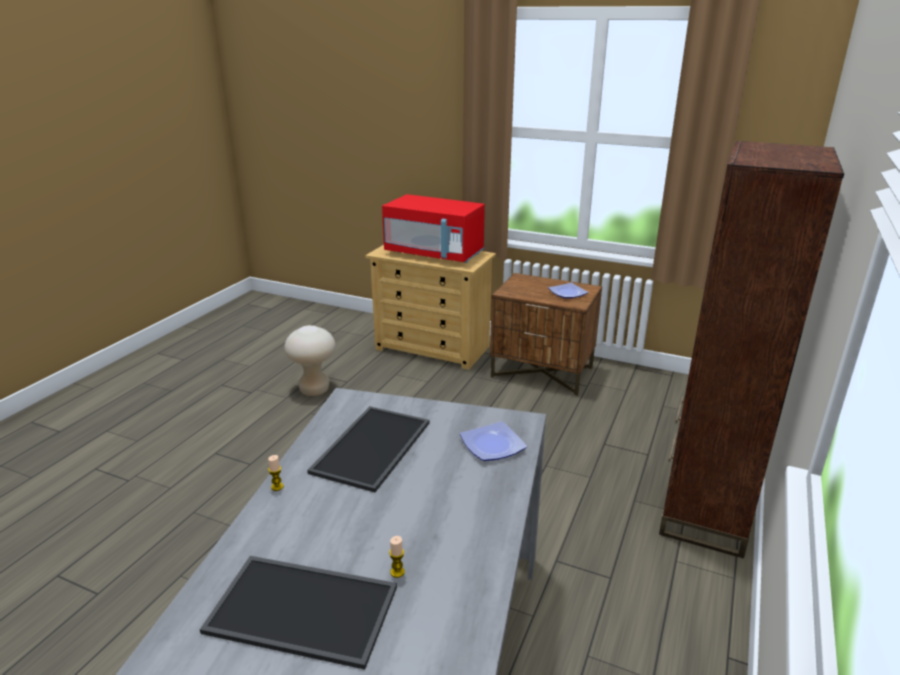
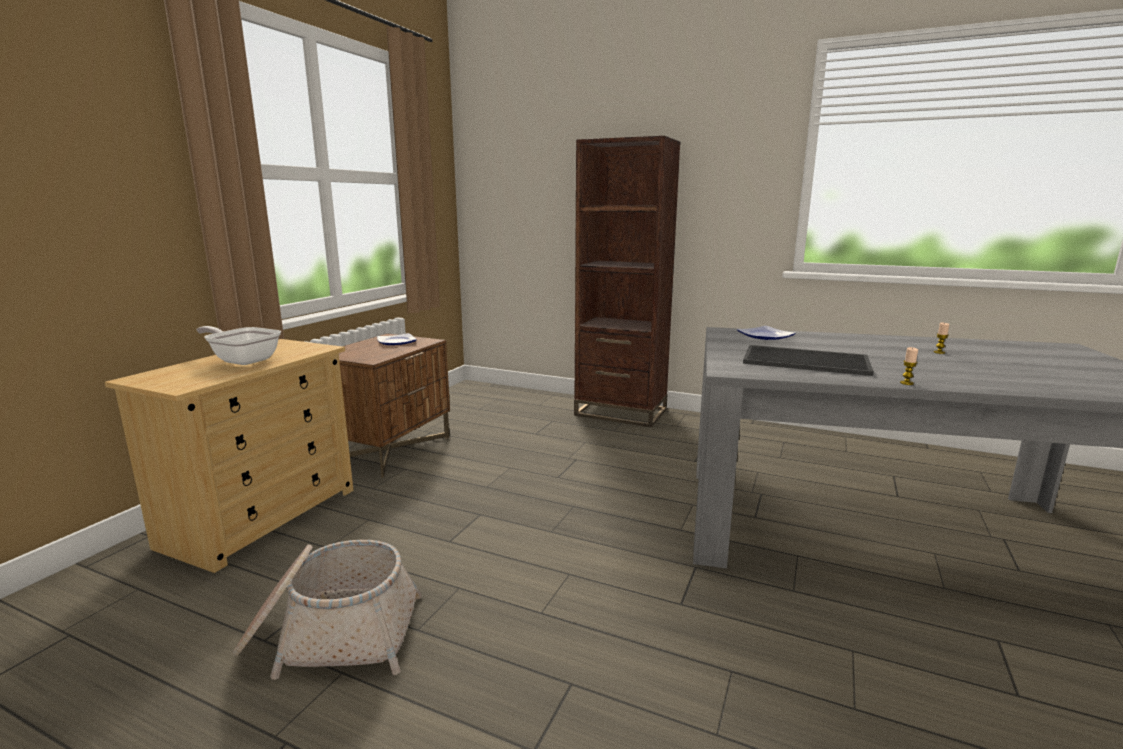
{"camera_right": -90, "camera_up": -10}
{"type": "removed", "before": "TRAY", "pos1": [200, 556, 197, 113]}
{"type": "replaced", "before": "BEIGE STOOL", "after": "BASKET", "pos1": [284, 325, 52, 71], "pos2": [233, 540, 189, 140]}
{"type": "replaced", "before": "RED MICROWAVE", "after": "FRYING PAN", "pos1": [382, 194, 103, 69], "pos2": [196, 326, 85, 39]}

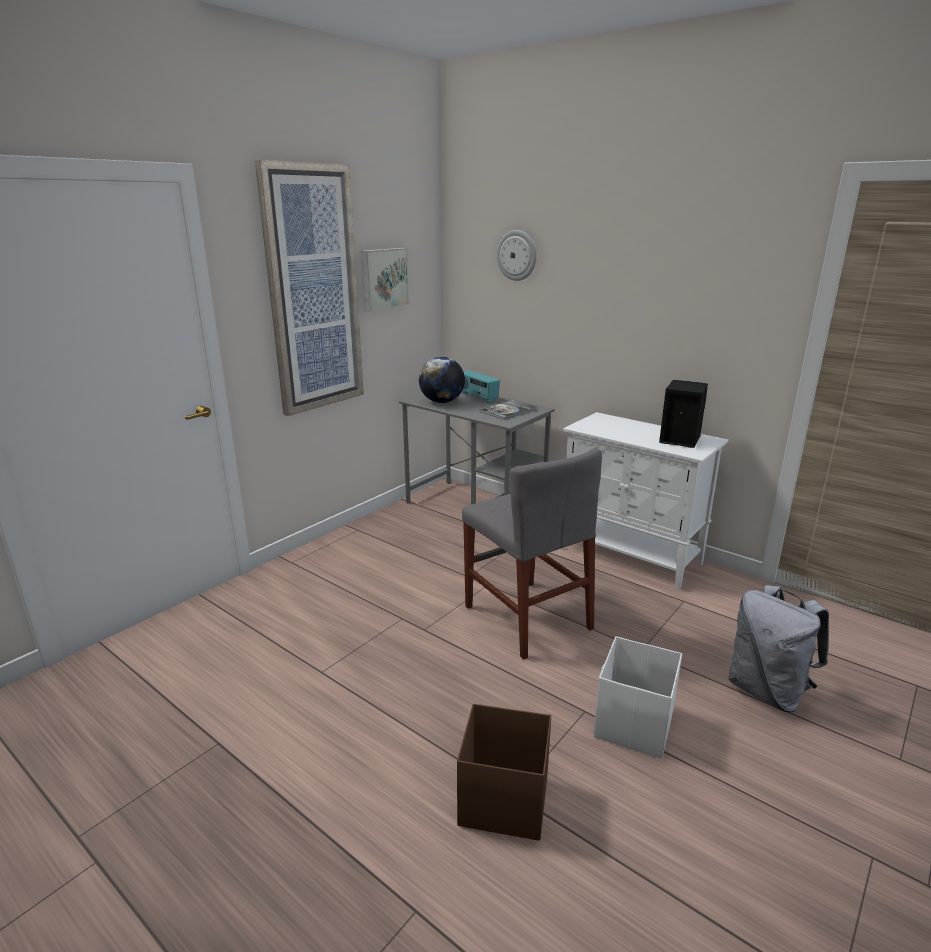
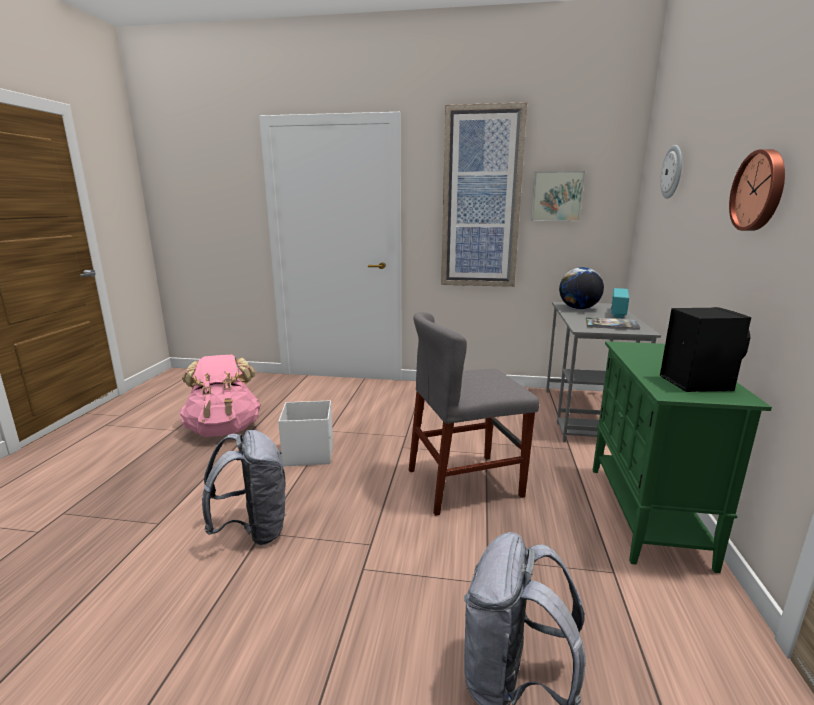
{"camera_right": 60, "camera_up": -5}
{"type": "added", "after": "PINK BACKPACK", "pos2": [179, 355, 82, 82]}
{"type": "added", "after": "WALL CLOCK", "pos2": [729, 149, 56, 82]}
{"type": "moved", "before": "WHITE STORAGE BOX", "pos1": [593, 636, 89, 123], "pos2": [278, 400, 55, 66]}
{"type": "replaced", "before": "BROWN STORAGE BOX", "after": "GREY BACKPACK", "pos1": [457, 704, 94, 137], "pos2": [202, 430, 85, 115]}
{"type": "recoloured", "before": "WHITE CABINET", "after": "GREEN CABINET", "pos1": [561, 412, 167, 178], "pos2": [593, 341, 179, 232]}
{"type": "turned", "before": "GREY CHAIR", "pos1": [462, 448, 140, 212], "pos2": [409, 312, 130, 204], "turn": 45}

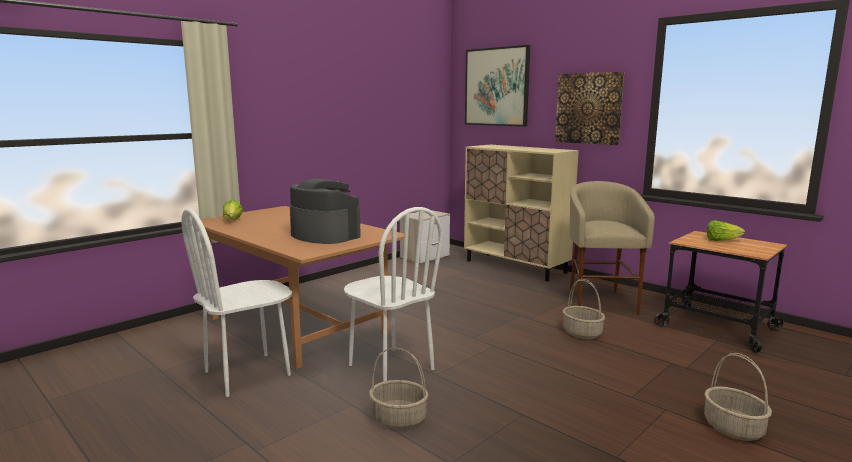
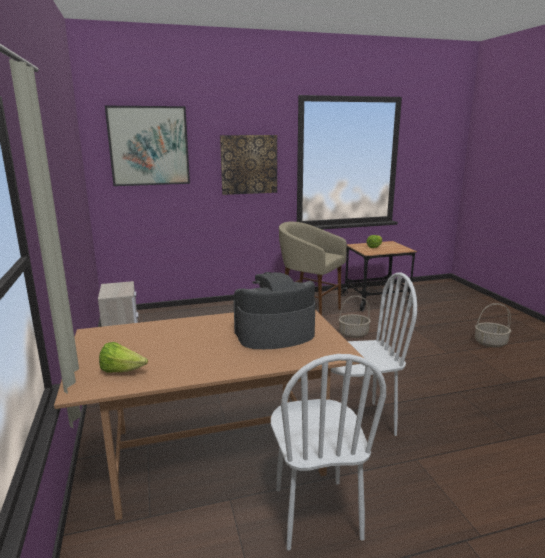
{"camera_right": -60, "camera_up": 5}
{"type": "removed", "before": "BASKET", "pos1": [369, 347, 59, 82]}
{"type": "removed", "before": "BEIGE CABINET", "pos1": [464, 145, 115, 136]}

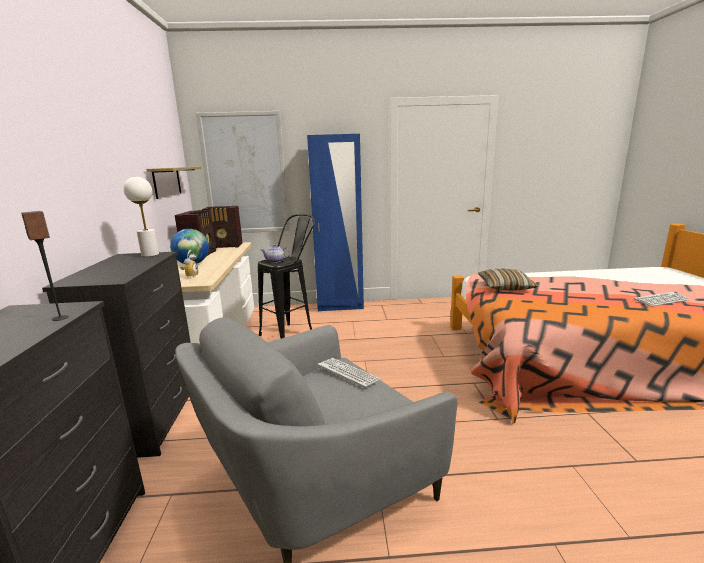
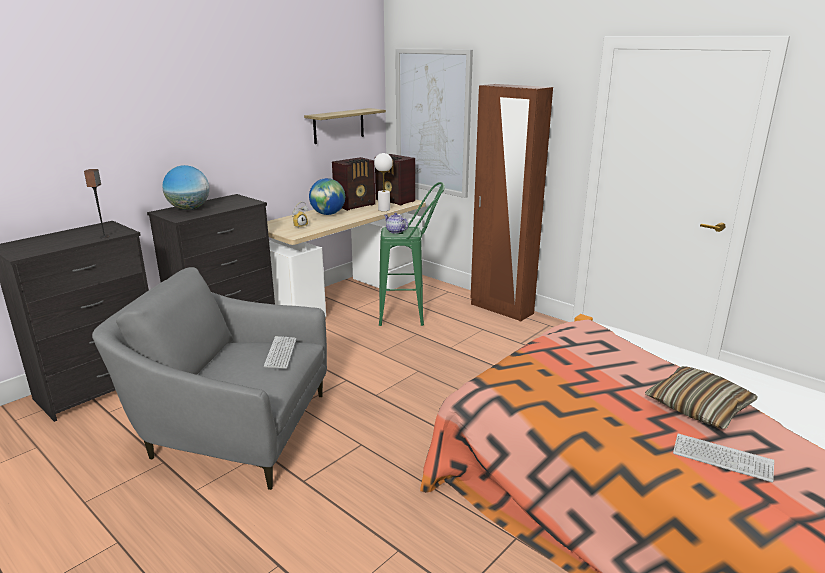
{"camera_right": 45, "camera_up": 5}
{"type": "added", "after": "GLOBE", "pos2": [162, 165, 47, 45]}
{"type": "moved", "before": "WHITE TABLE LAMP", "pos1": [123, 177, 36, 80], "pos2": [374, 153, 19, 58]}
{"type": "moved", "before": "PILLOW", "pos1": [478, 269, 60, 22], "pos2": [645, 366, 113, 63]}
{"type": "recoloured", "before": "BLACK STOOL", "after": "GREEN STOOL", "pos1": [258, 214, 58, 125], "pos2": [379, 182, 66, 144]}
{"type": "recoloured", "before": "BLUE WARDROBE", "after": "BROWN WARDROBE", "pos1": [307, 134, 57, 177], "pos2": [471, 84, 82, 238]}

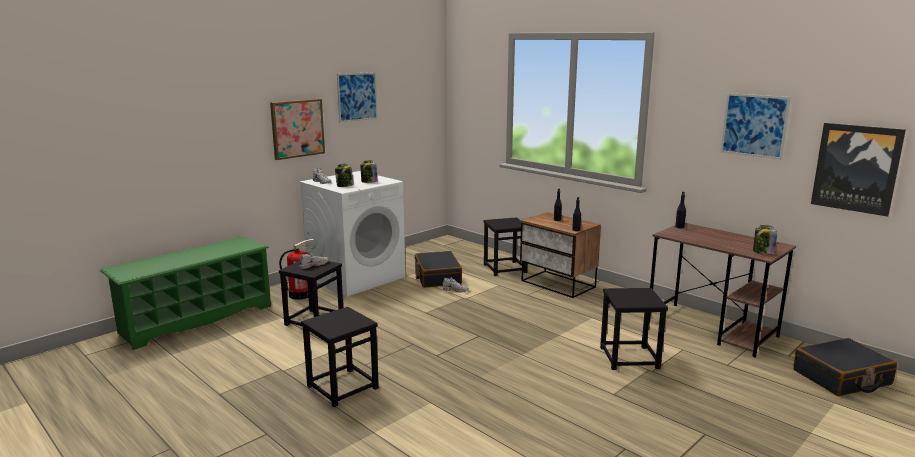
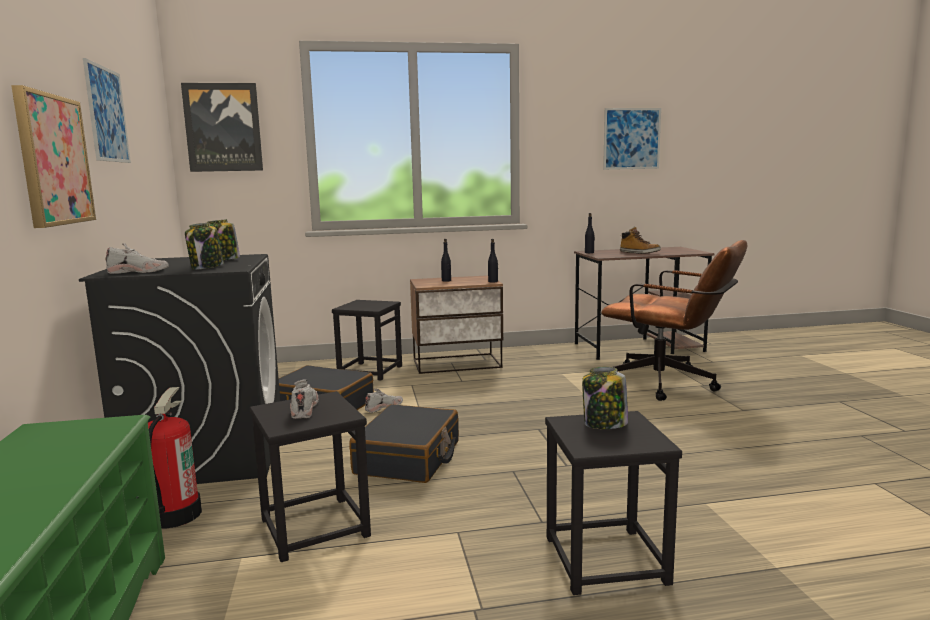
{"camera_right": -55, "camera_up": -5}
{"type": "added", "after": "BOOT", "pos2": [620, 227, 41, 27]}
{"type": "moved", "before": "JAR", "pos1": [753, 225, 24, 30], "pos2": [582, 367, 46, 62]}
{"type": "moved", "before": "BLACK SUITCASE", "pos1": [793, 338, 104, 58], "pos2": [349, 404, 110, 79]}
{"type": "moved", "before": "PICTURE", "pos1": [811, 123, 95, 94], "pos2": [181, 83, 82, 89]}
{"type": "replaced", "before": "BLACK STOOL", "after": "BROWN OFFICE CHAIR", "pos1": [600, 288, 68, 82], "pos2": [601, 240, 146, 161]}
{"type": "recoloured", "before": "WHITE WASHING MACHINE", "after": "BLACK WASHING MACHINE", "pos1": [299, 171, 106, 126], "pos2": [79, 254, 201, 230]}

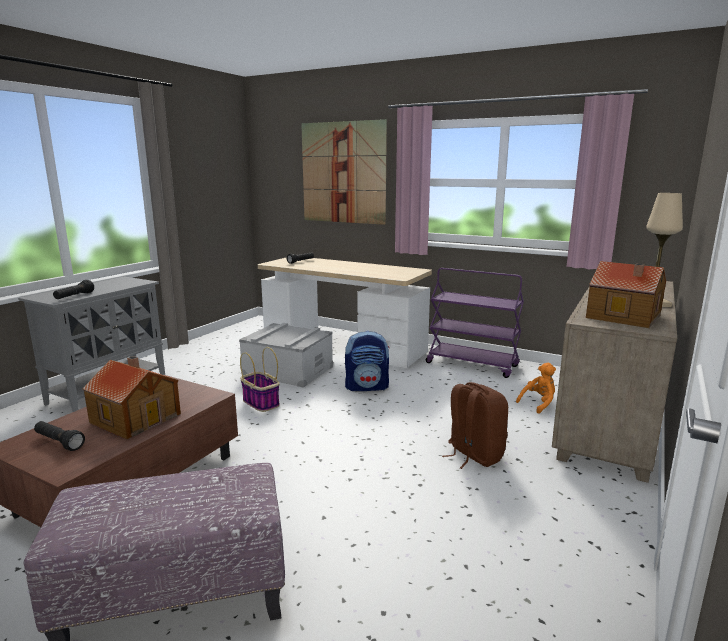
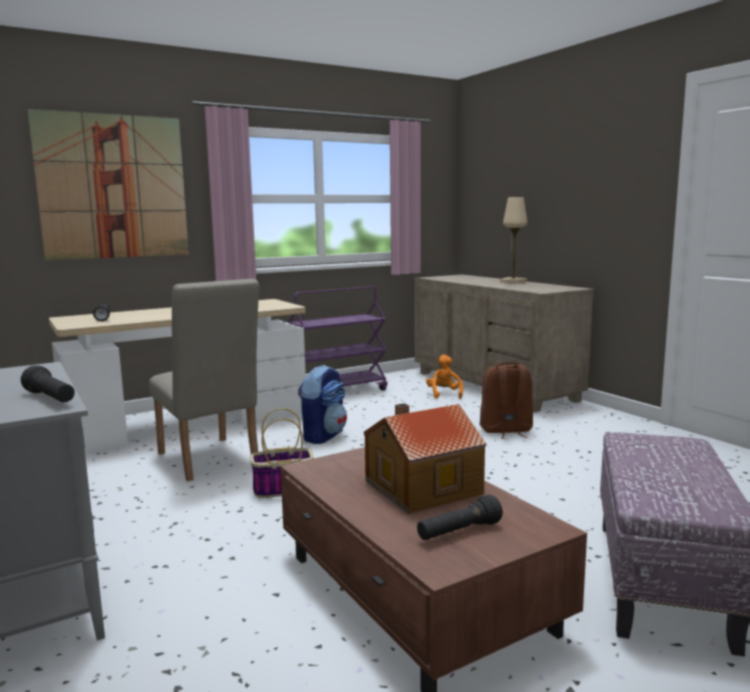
{"camera_right": -60, "camera_up": -5}
{"type": "removed", "before": "TOY HOUSE", "pos1": [586, 261, 80, 67]}
{"type": "replaced", "before": "GREY STORAGE BOX", "after": "BEIGE CHAIR", "pos1": [239, 323, 94, 65], "pos2": [149, 279, 110, 202]}

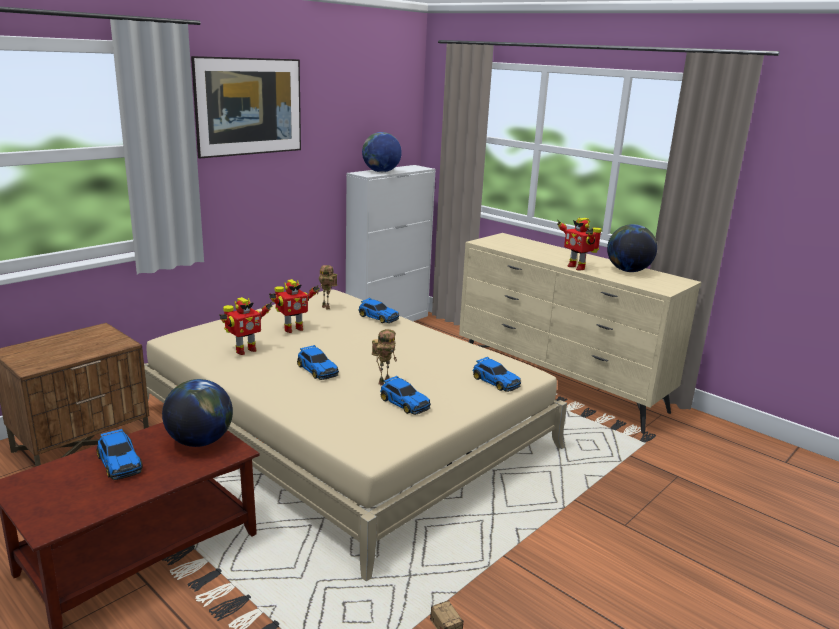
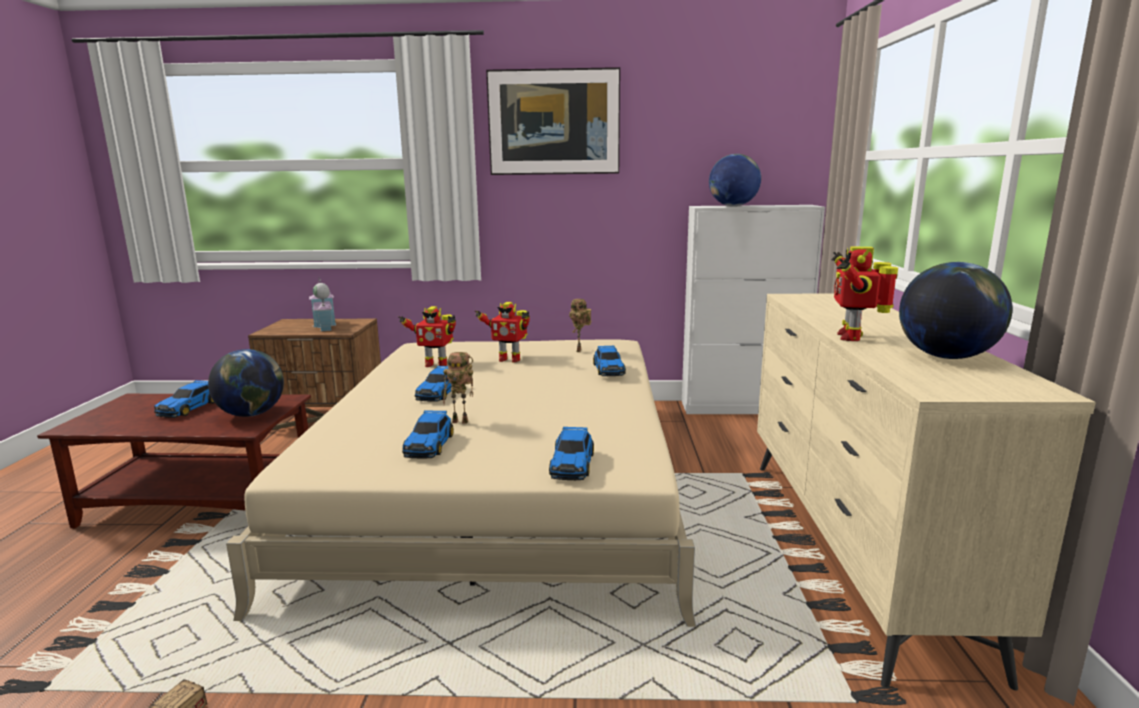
{"camera_right": 50, "camera_up": -5}
{"type": "added", "after": "TOY HOUSE", "pos2": [309, 278, 27, 53]}

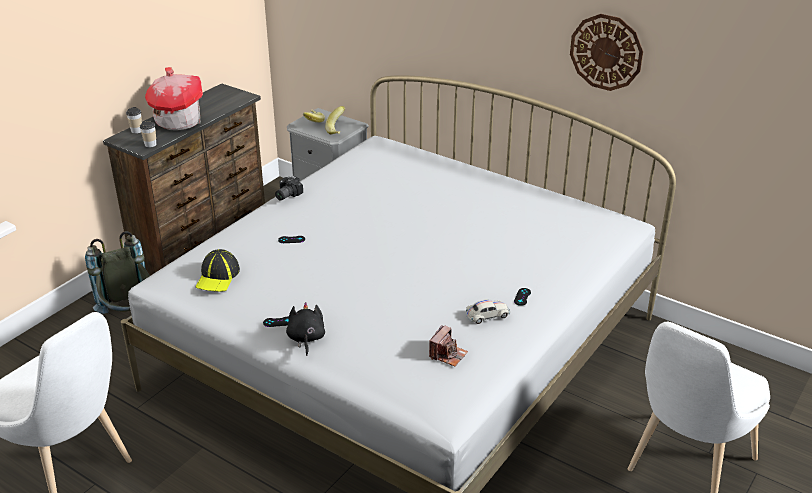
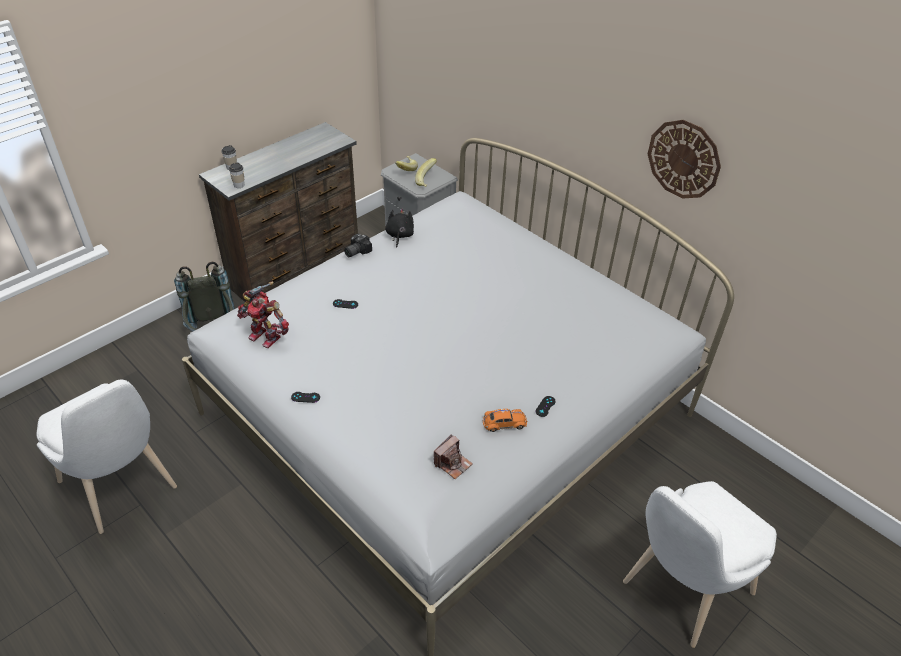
{"camera_right": 10, "camera_up": 10}
{"type": "removed", "before": "TOY HOUSE", "pos1": [145, 67, 58, 63]}
{"type": "moved", "before": "BLACK PLUSH TOY", "pos1": [286, 302, 39, 54], "pos2": [385, 208, 29, 40]}
{"type": "replaced", "before": "CAP", "after": "TOY ROBOT", "pos1": [196, 249, 44, 43], "pos2": [237, 281, 52, 67]}
{"type": "recoloured", "before": "WHITE TOY CAR", "after": "ORANGE TOY CAR", "pos1": [466, 299, 44, 25], "pos2": [483, 409, 44, 23]}

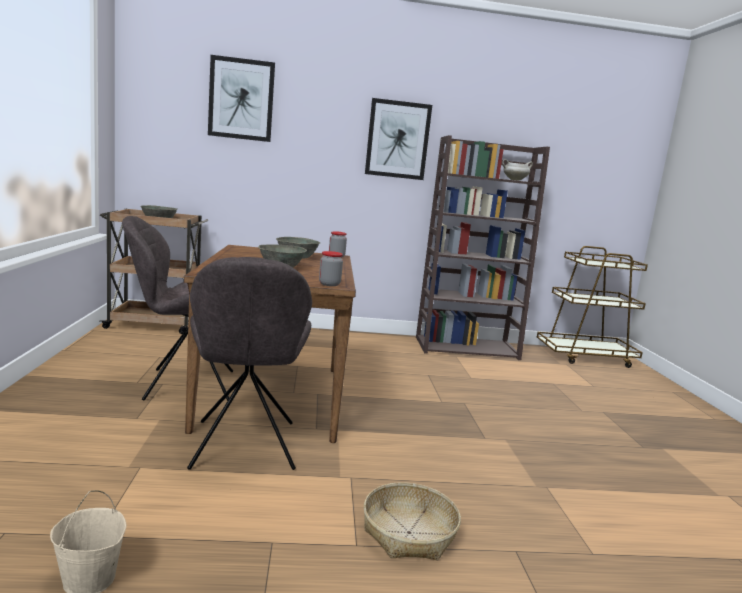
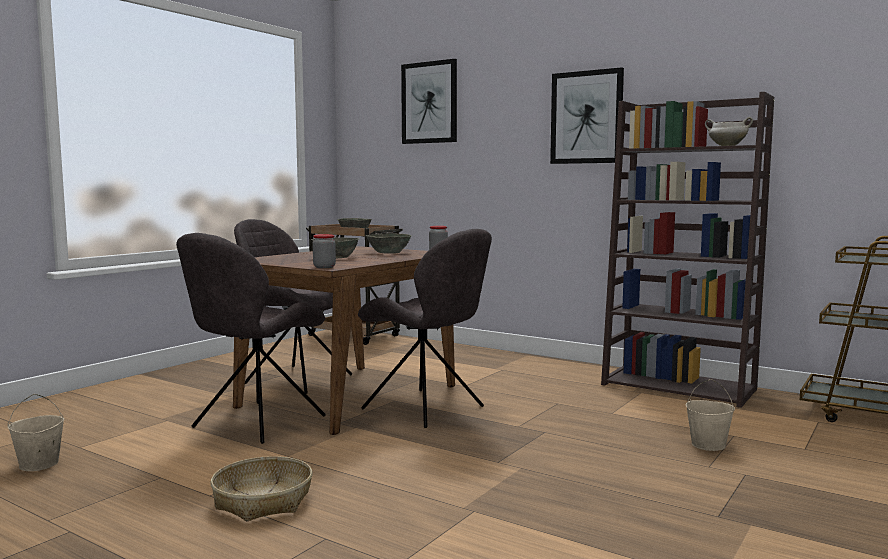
{"camera_right": 40, "camera_up": -5}
{"type": "added", "after": "GREY CHAIR", "pos2": [358, 229, 134, 199]}
{"type": "added", "after": "BEIGE BUCKET", "pos2": [686, 379, 49, 72]}

